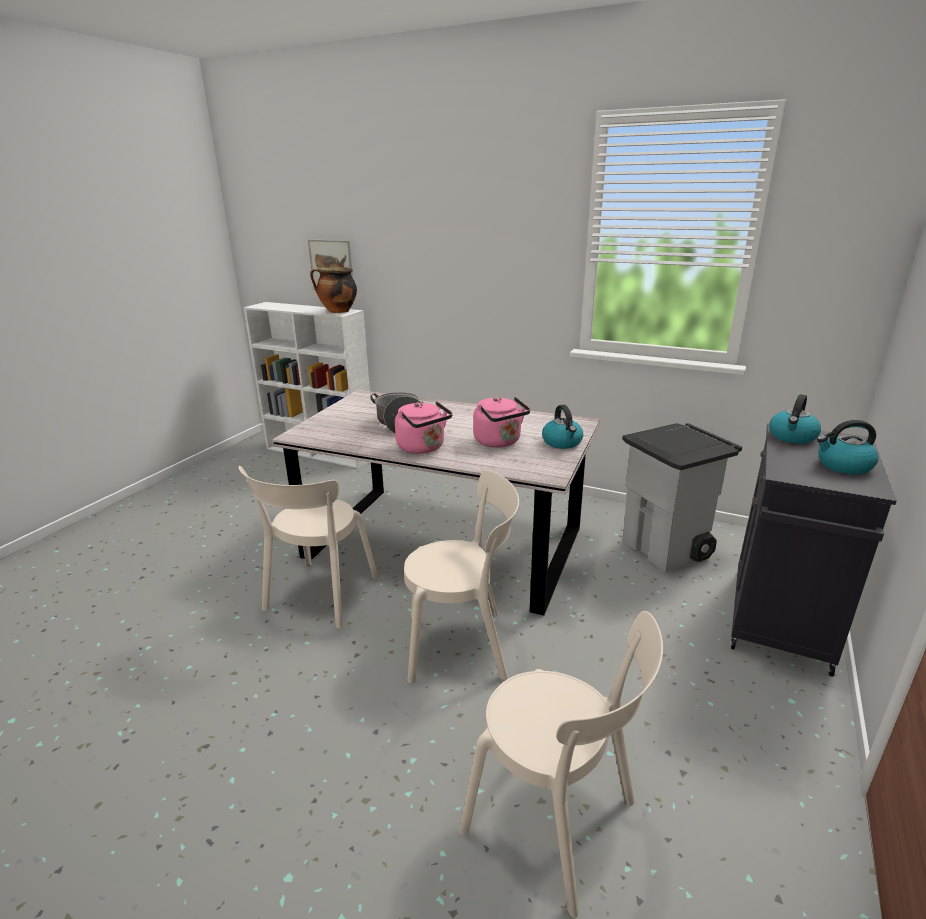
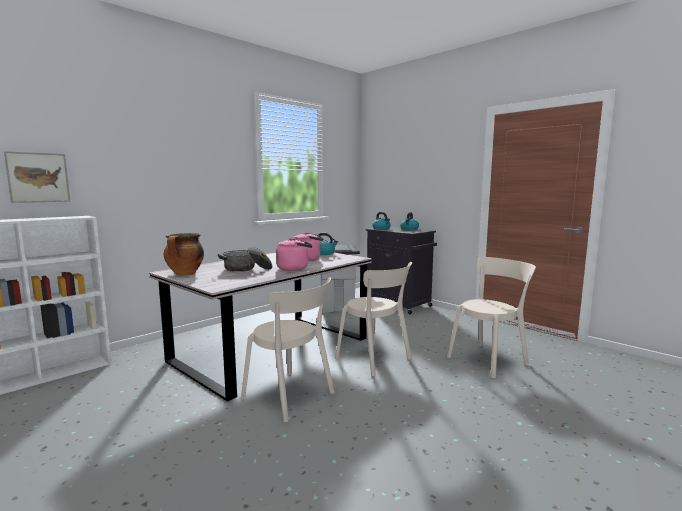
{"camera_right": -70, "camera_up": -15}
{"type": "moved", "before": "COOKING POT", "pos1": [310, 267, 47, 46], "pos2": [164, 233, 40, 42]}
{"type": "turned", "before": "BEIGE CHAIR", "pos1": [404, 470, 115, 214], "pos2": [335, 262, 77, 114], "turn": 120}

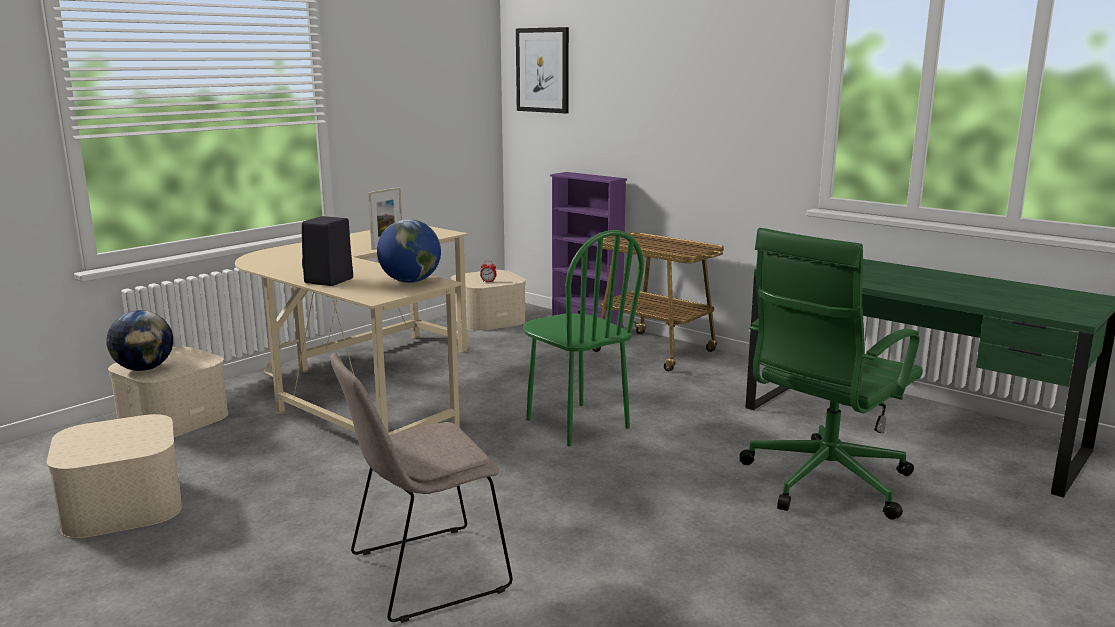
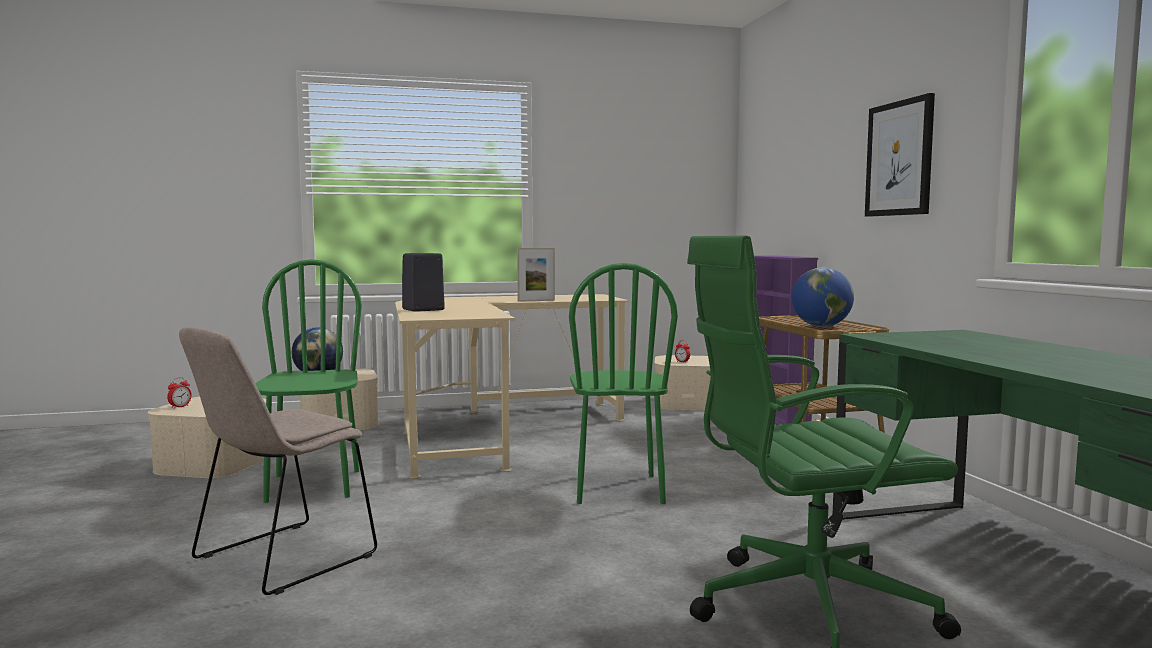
{"camera_right": 35, "camera_up": -10}
{"type": "added", "after": "ALARM CLOCK", "pos2": [167, 377, 25, 32]}
{"type": "added", "after": "GREEN CHAIR", "pos2": [255, 259, 107, 244]}
{"type": "moved", "before": "GLOBE", "pos1": [377, 219, 64, 64], "pos2": [792, 268, 62, 59]}
{"type": "moved", "before": "PICTURE", "pos1": [516, 27, 53, 86], "pos2": [865, 93, 70, 124]}
{"type": "turned", "before": "BEIGE CHAIR", "pos1": [330, 353, 183, 270], "pos2": [179, 327, 198, 268], "turn": -60}

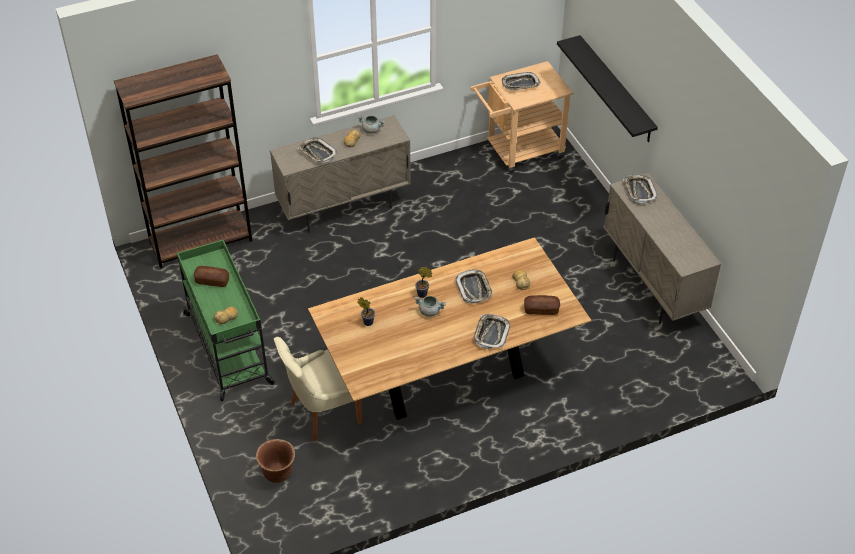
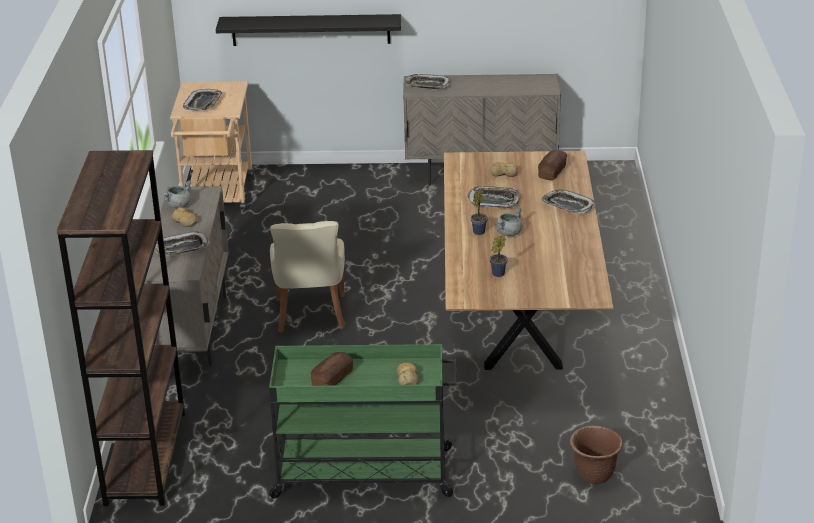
{"camera_right": -65, "camera_up": -15}
{"type": "moved", "before": "BEIGE CHAIR", "pos1": [274, 337, 88, 105], "pos2": [270, 221, 75, 112]}

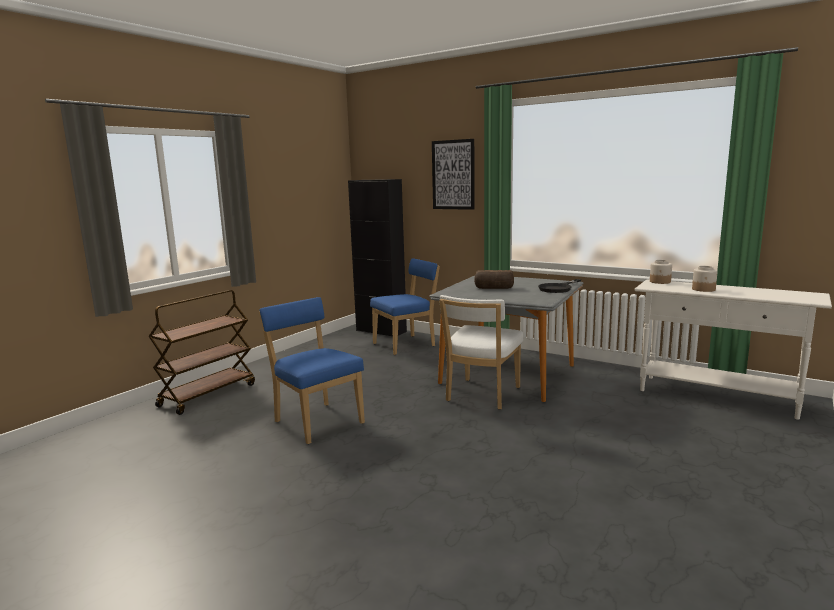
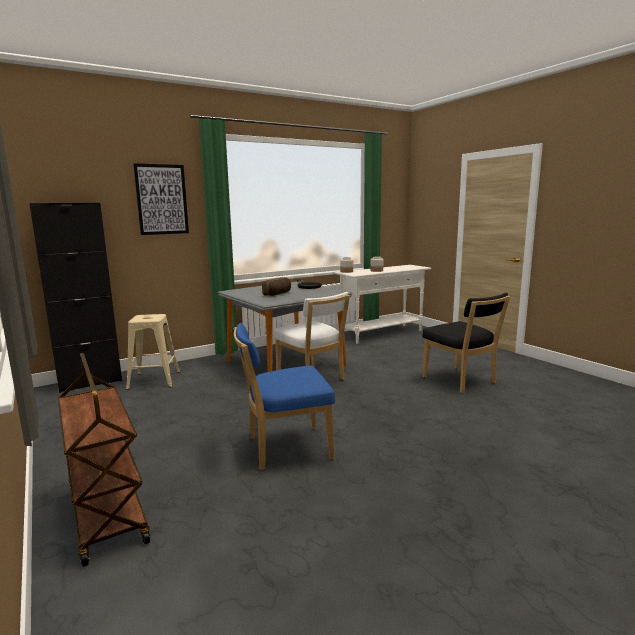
{"camera_right": -65, "camera_up": 0}
{"type": "added", "after": "BLACK CHAIR", "pos2": [422, 293, 88, 100]}
{"type": "replaced", "before": "BLUE CHAIR", "after": "BEIGE STOOL", "pos1": [370, 258, 70, 97], "pos2": [126, 314, 54, 76]}

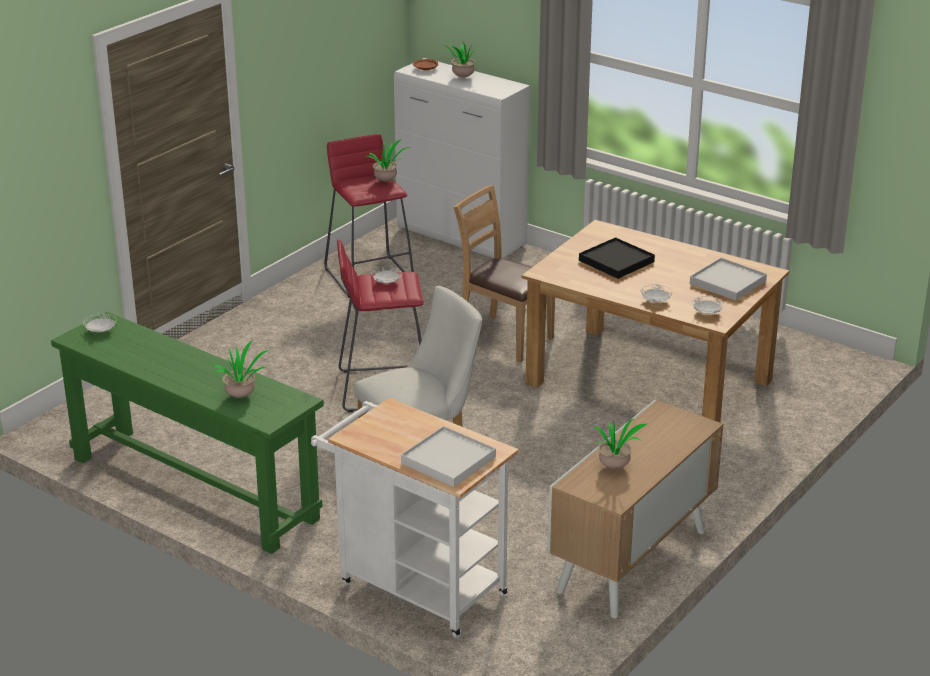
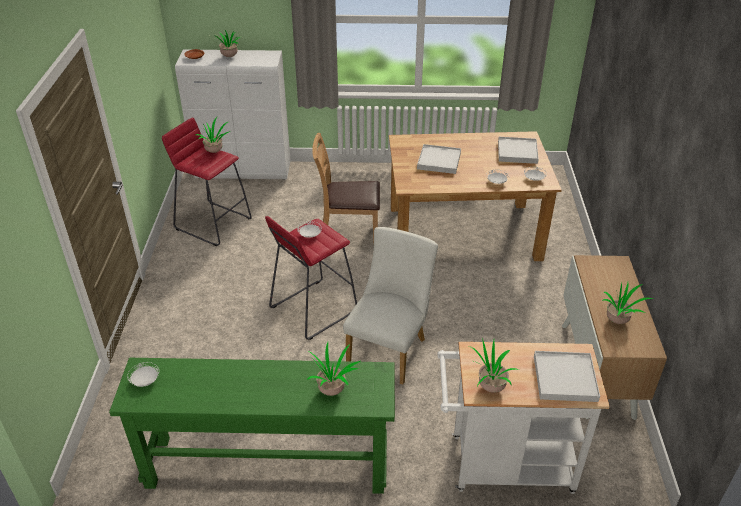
{"camera_right": -35, "camera_up": 10}
{"type": "added", "after": "POTTED PLANT", "pos2": [469, 338, 50, 55]}
{"type": "recoloured", "before": "BLACK TRAY", "after": "WHITE TRAY", "pos1": [579, 237, 76, 42], "pos2": [417, 144, 44, 30]}

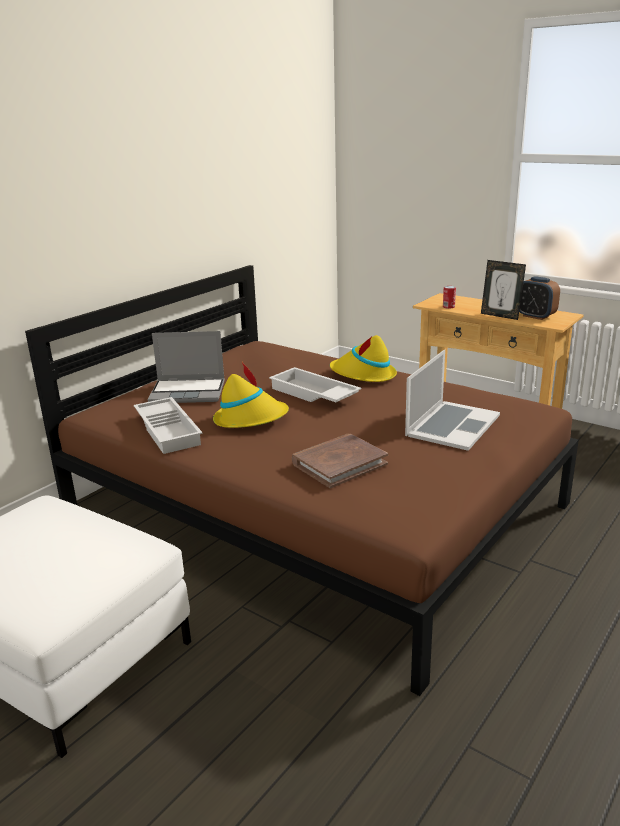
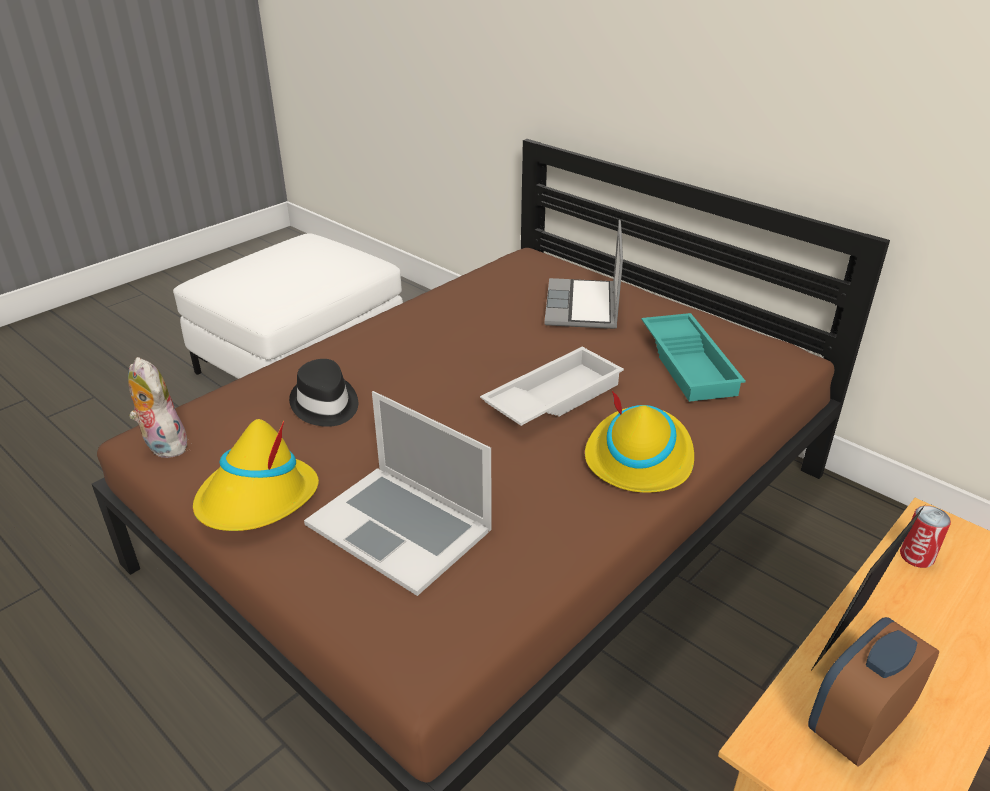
{"camera_right": 95, "camera_up": 10}
{"type": "removed", "before": "WHITE TRAY", "pos1": [134, 397, 69, 57]}
{"type": "added", "after": "PLUSH TOY", "pos2": [128, 357, 61, 101]}
{"type": "added", "after": "TURQUOISE TRAY", "pos2": [641, 313, 105, 89]}
{"type": "moved", "before": "YELLOW HAT", "pos1": [213, 362, 76, 66], "pos2": [193, 419, 126, 112]}
{"type": "replaced", "before": "BROWN BOOK", "after": "BLACK HAT", "pos1": [292, 434, 96, 54], "pos2": [289, 359, 69, 68]}

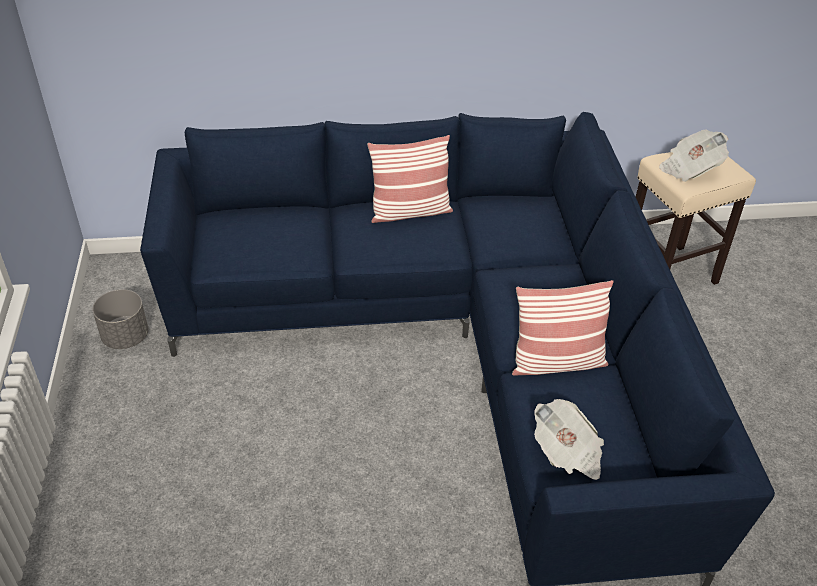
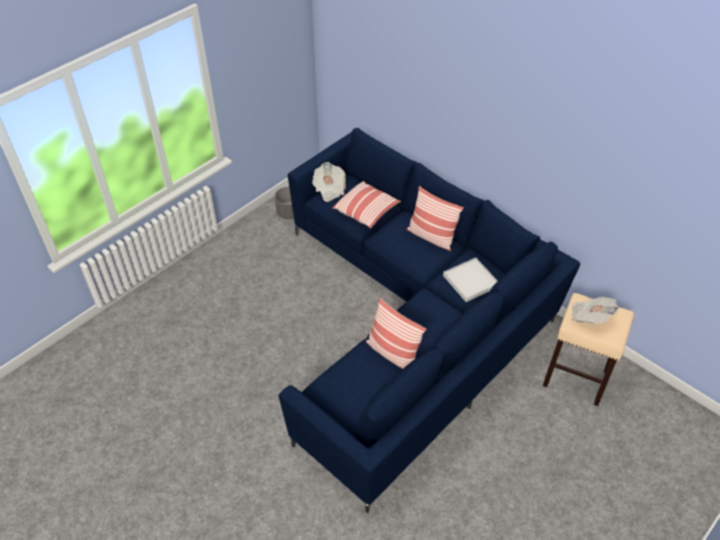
{"camera_right": 50, "camera_up": 5}
{"type": "added", "after": "PILLOW", "pos2": [333, 181, 68, 47]}
{"type": "added", "after": "WHITE TRAY", "pos2": [443, 258, 55, 44]}
{"type": "moved", "before": "NEWSPAPER", "pos1": [534, 399, 70, 81], "pos2": [312, 162, 34, 40]}

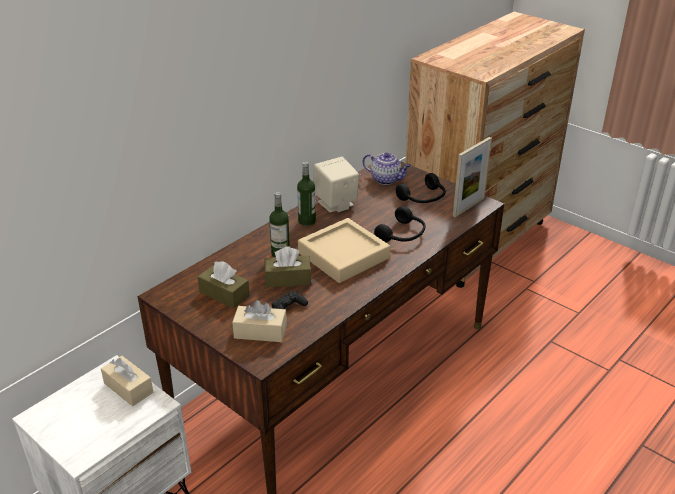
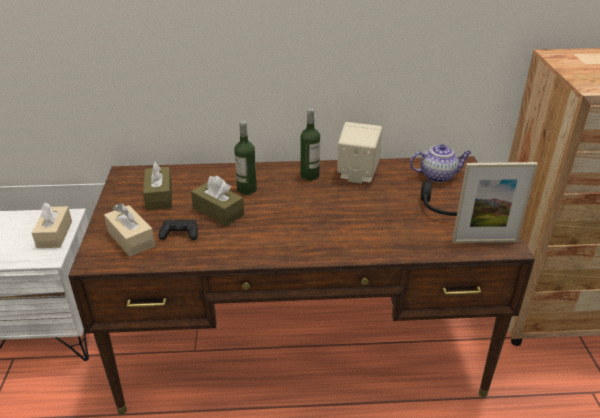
{"camera_right": 45, "camera_up": 0}
{"type": "removed", "before": "BEIGE TRAY", "pos1": [298, 218, 92, 65]}
{"type": "removed", "before": "BLACK HEADPHONES", "pos1": [374, 206, 51, 36]}
{"type": "turned", "before": "TEAPOT", "pos1": [363, 153, 48, 32], "pos2": [410, 144, 62, 39], "turn": -75}

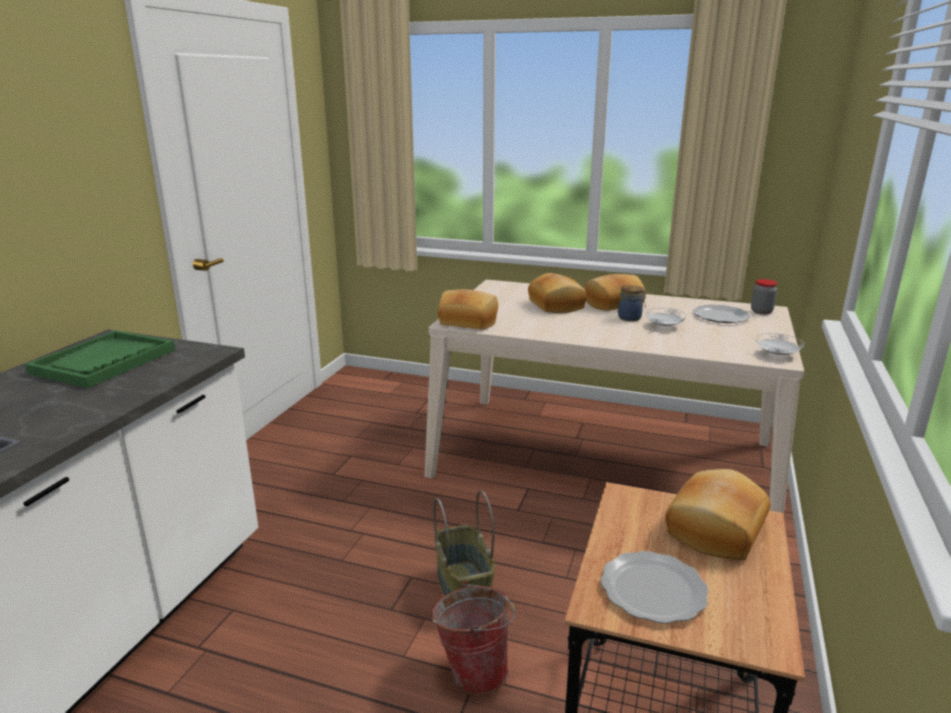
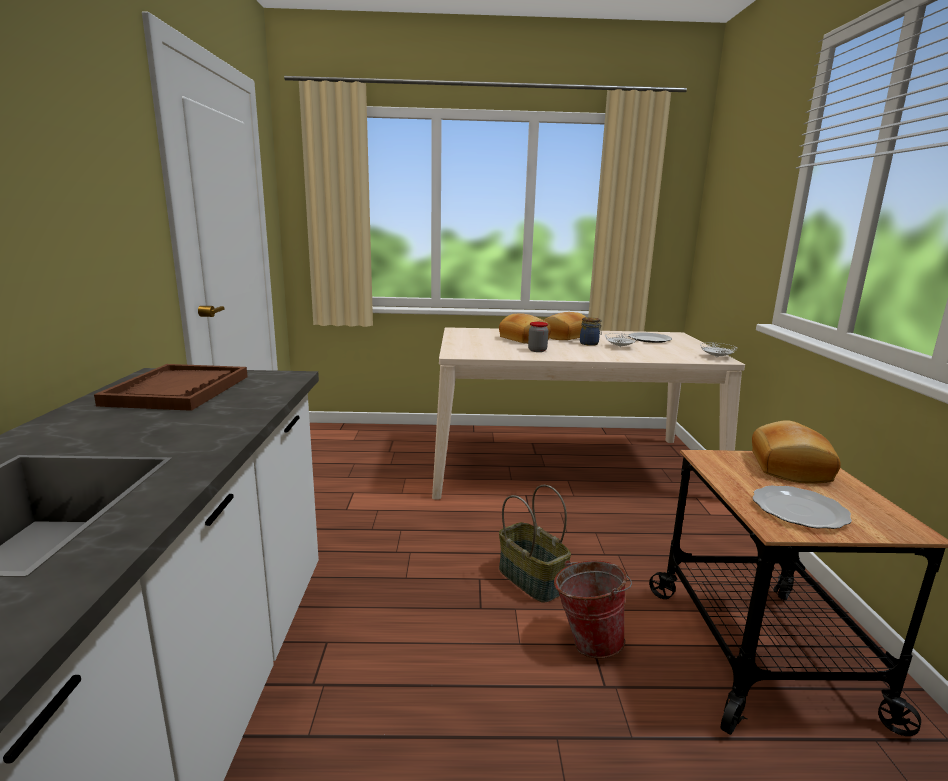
{"camera_right": -20, "camera_up": -5}
{"type": "removed", "before": "BREAD", "pos1": [438, 289, 60, 40]}
{"type": "moved", "before": "JAR", "pos1": [751, 279, 27, 35], "pos2": [528, 322, 21, 30]}
{"type": "recoloured", "before": "GREEN TRAY", "after": "BROWN TRAY", "pos1": [25, 330, 150, 58], "pos2": [94, 364, 154, 47]}

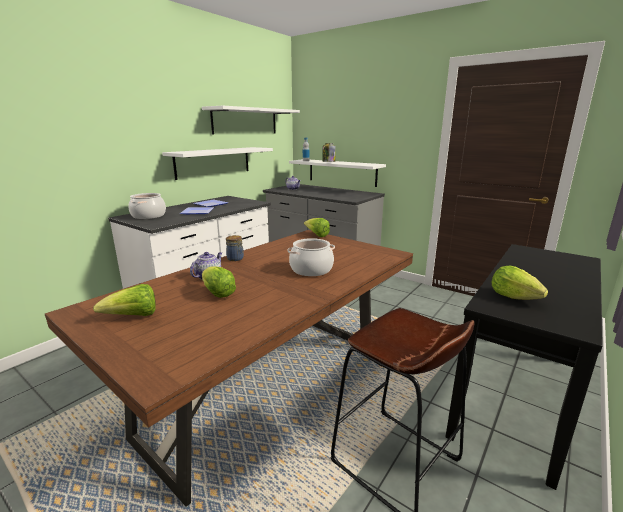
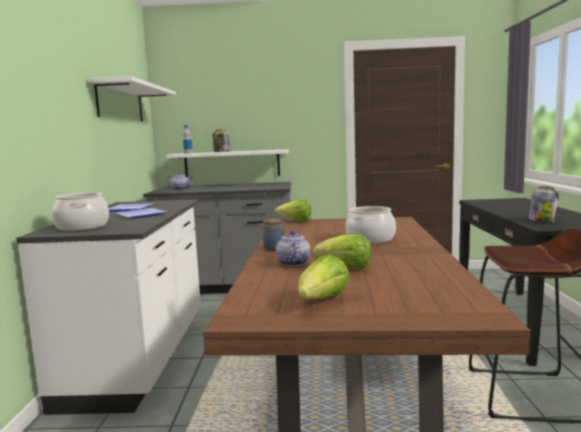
{"camera_right": -35, "camera_up": -10}
{"type": "removed", "before": "WHITE SHELF", "pos1": [162, 147, 111, 33]}
{"type": "replaced", "before": "LETTUCE", "after": "JAR", "pos1": [491, 266, 57, 34], "pos2": [529, 186, 30, 36]}

